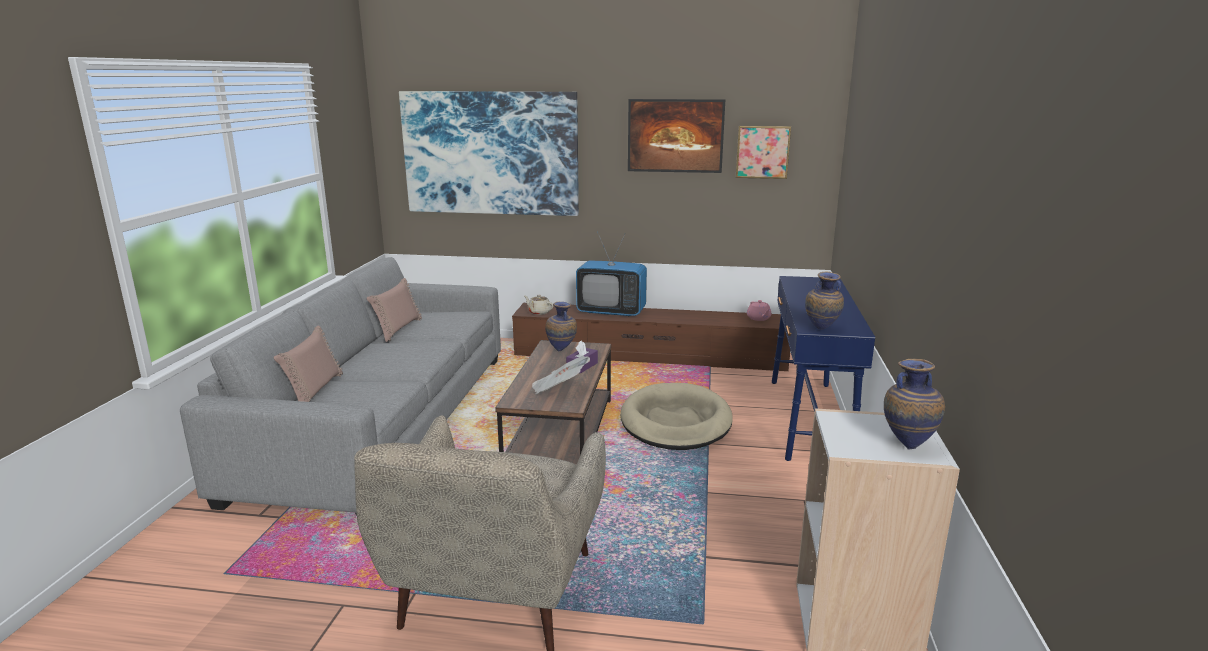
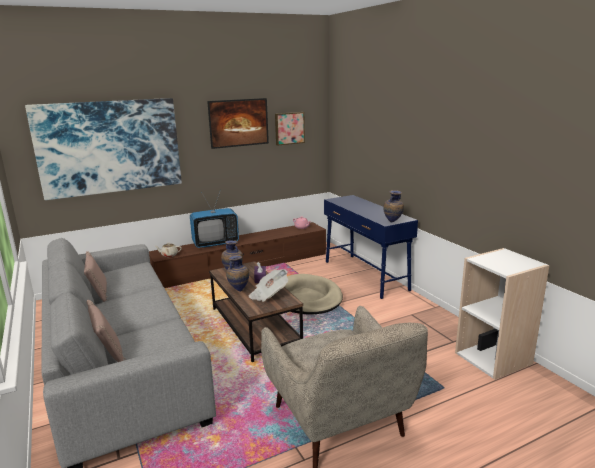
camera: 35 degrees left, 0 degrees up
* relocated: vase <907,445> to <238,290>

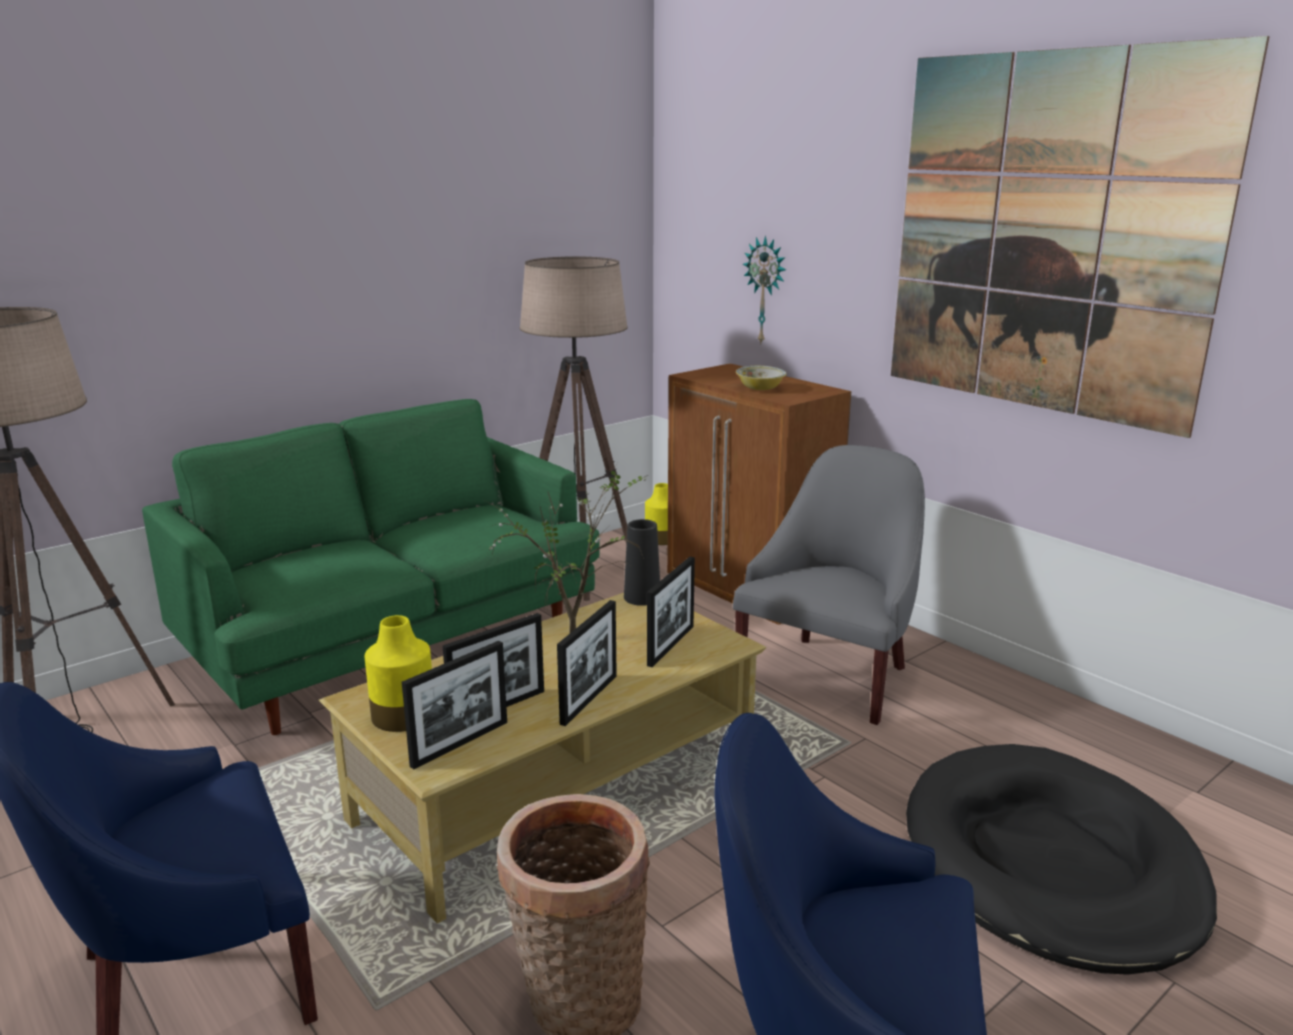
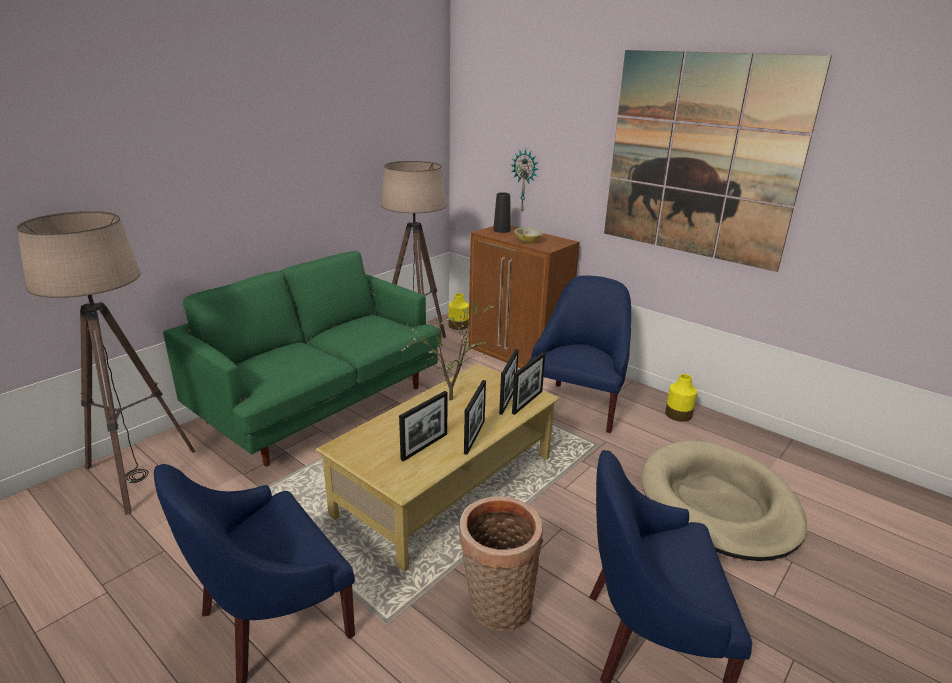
camera: 10 degrees left, 5 degrees up
* relocated: black_vase <642,597> to <501,230>
* relocated: standing_frame <460,744> to <527,402>
* colour: greyish_lounge_chair <830,675> to blue-coloured_lounge_chair <577,405>
* colour: black_pet_bed <1050,863> to beige_pet_bed <718,504>
* relocated: yellowish_vase <404,714> to <678,414>

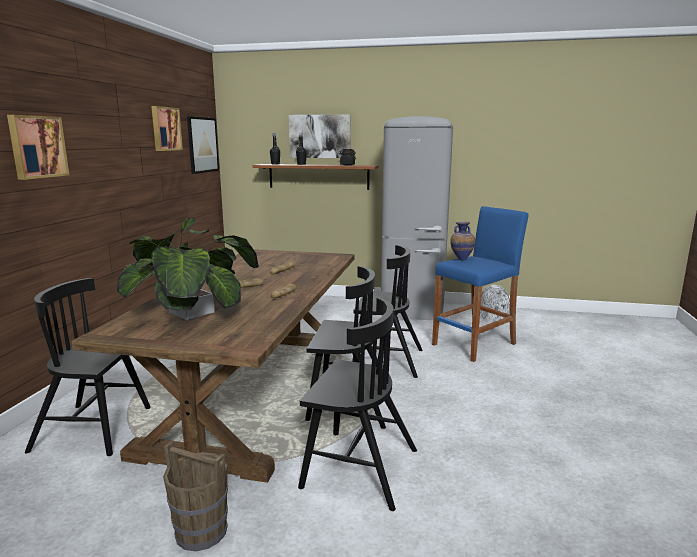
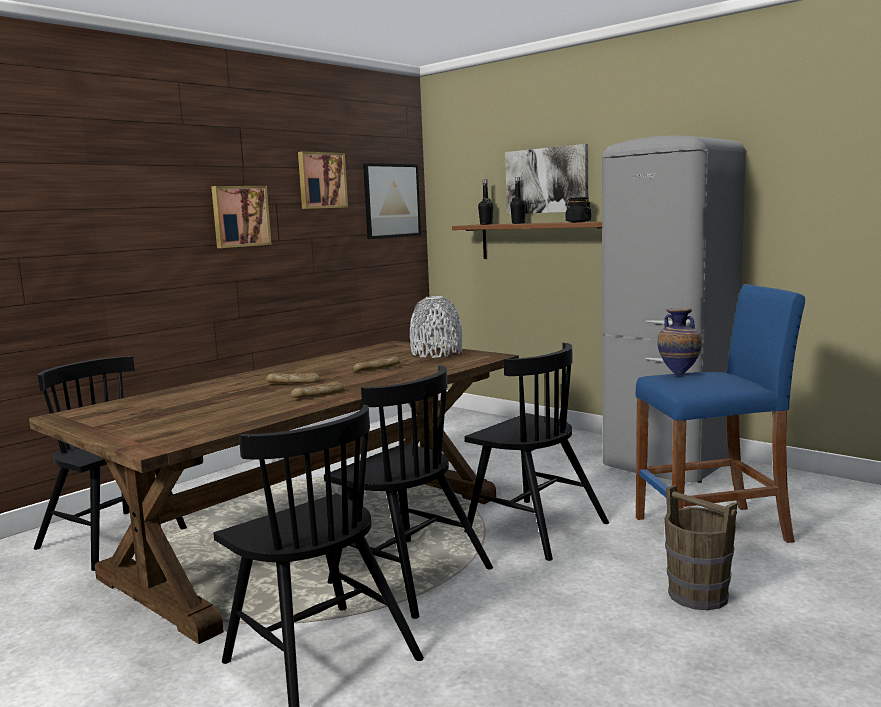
camera: 30 degrees right, 5 degrees down
* relocated: picture <37,147> to <240,216>
* relocated: greyish_vase <493,316> to <436,353>
* relocated: brownish_bucket <201,531> to <697,595>
* missing: potted_plant <191,312>

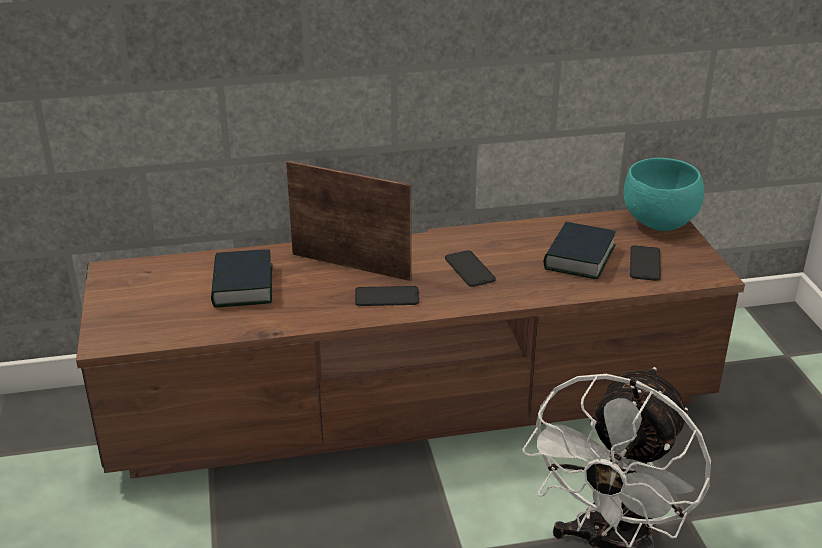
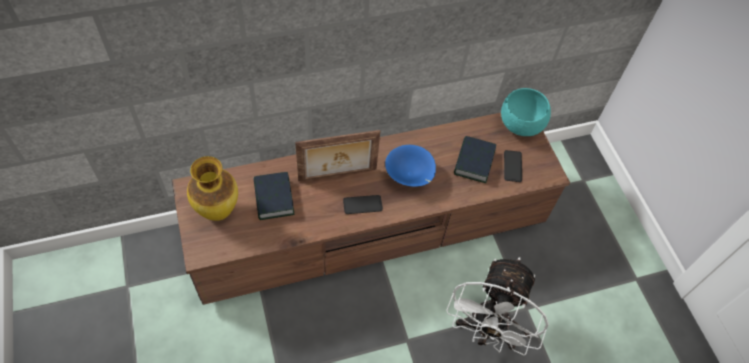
camera: 10 degrees left, 25 degrees up
* appeared: vase <219,211>
* spun: standing_frame <352,265> = <337,175> 150 degrees clockwise
* exchanged: handset <469,269> to blue-coloured_deep_dish <409,176>

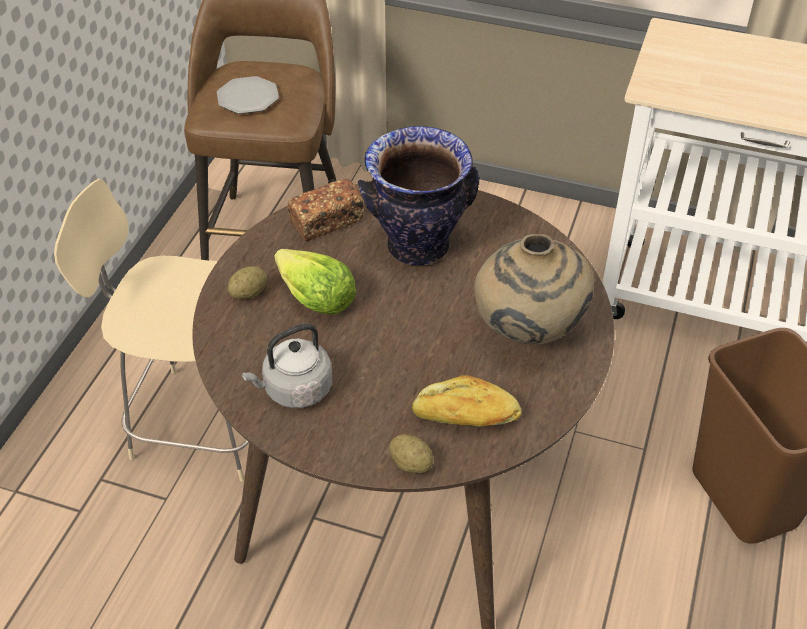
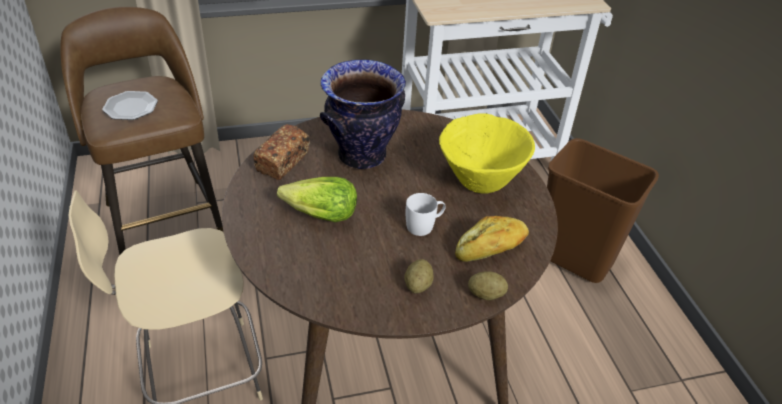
camera: 35 degrees left, 5 degrees down
* relocated: spud <249,293> to <418,285>
* appeared: white_mug <424,225>
* exchanged: beige_vase <527,333> to yellowish_deep_dish <480,182>
* missing: greyish_kettle <294,390>

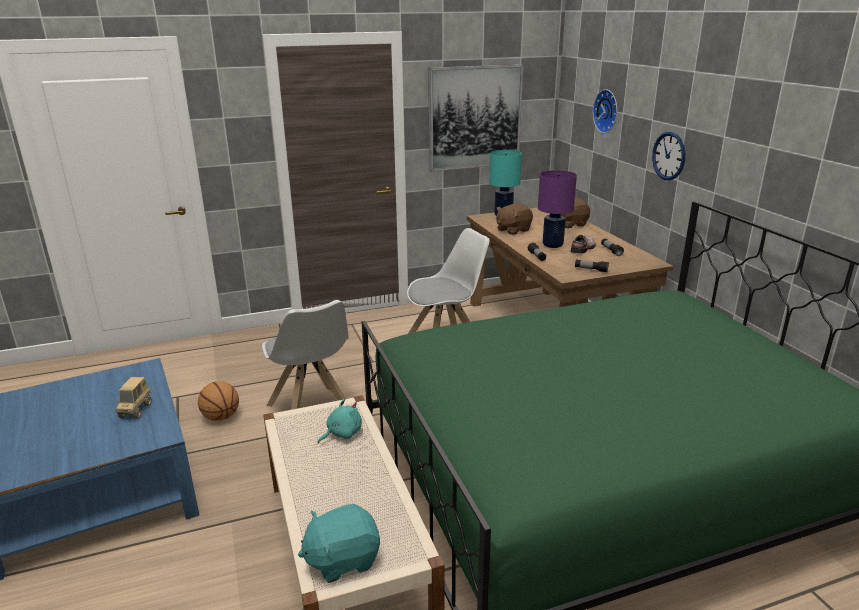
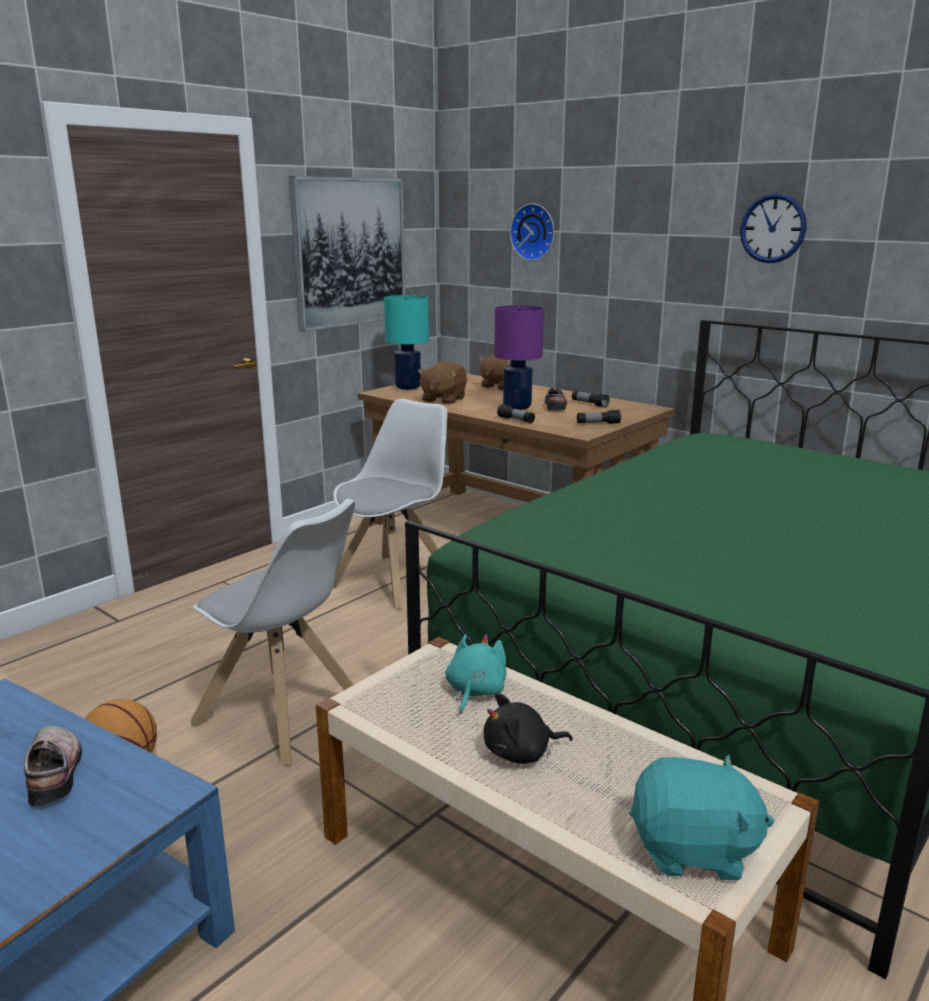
camera: 30 degrees left, 5 degrees down
* exchanged: model_truck <136,410> to low_shoe <56,771>
* appeared: black_plush_toy <521,753>
* spun: turquoise-coloured_plush_toy <342,559> = <693,850> 120 degrees counterclockwise
* relocated: clock_on_the_wall <669,156> to <773,228>

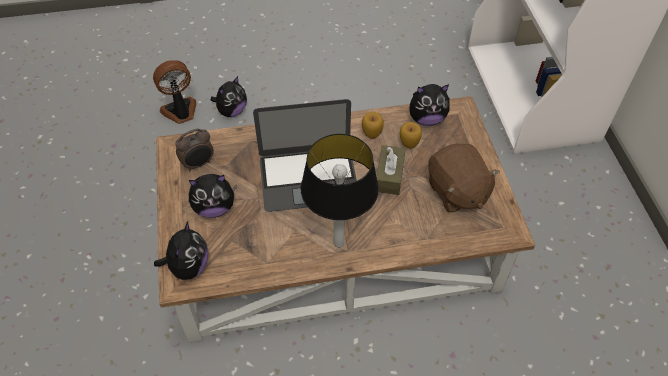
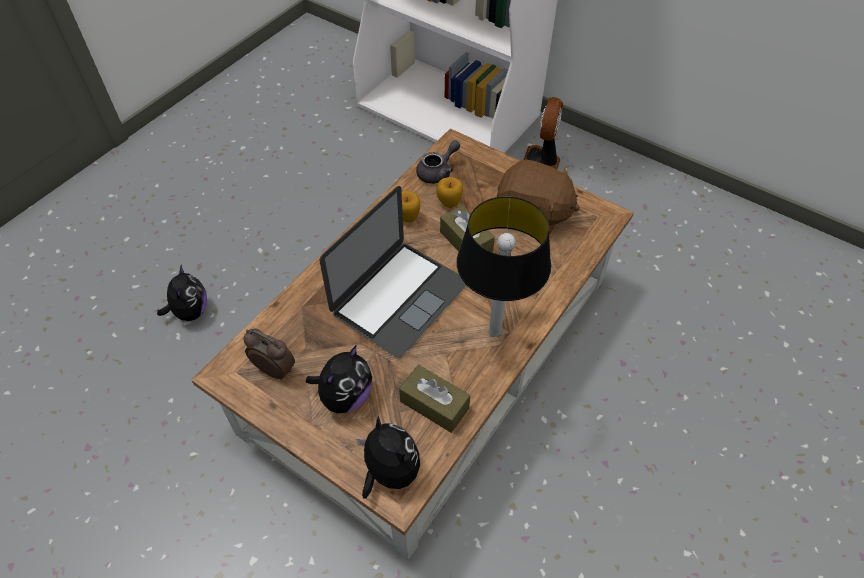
camera: 45 degrees left, 0 degrees up
* spun: alarm_clock <198,164> = <275,369> 75 degrees counterclockwise
* appeared: brownish_box_of_tissues <434,404>
* exchanged: plush_toy <426,119> to greyish_tea_pot <438,172>
* relocated: fan <180,112> to <541,161>

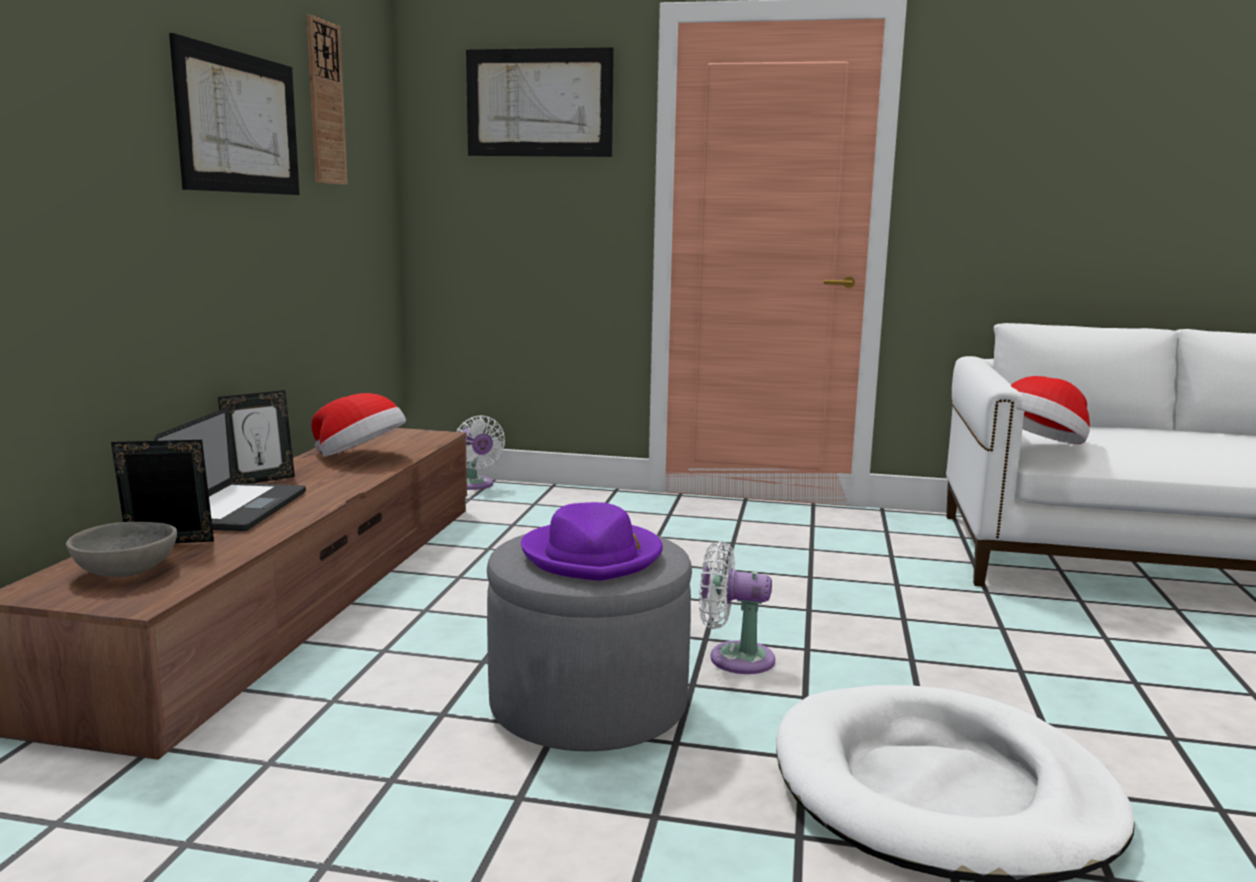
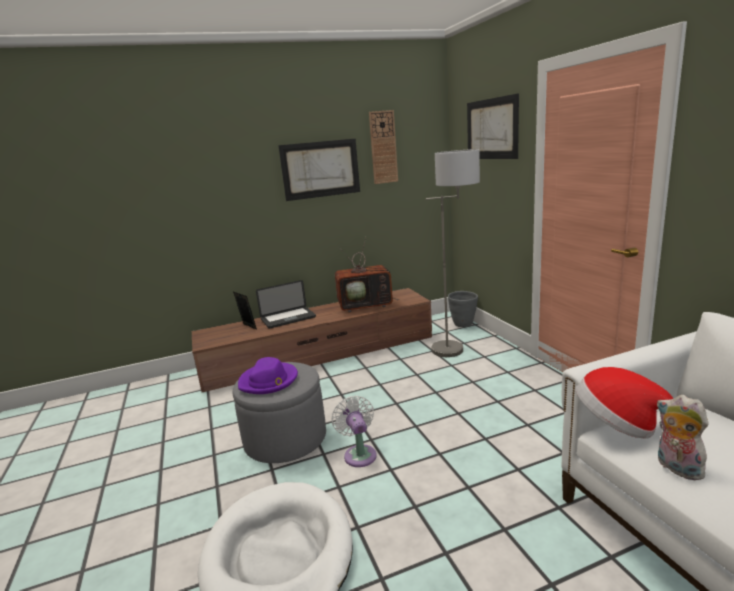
camera: 60 degrees right, 5 degrees up
* exchanged: hat <361,457> to television <366,305>
* appeared: greyish_standing_lamp <457,349>
* exchanged: white_fan <475,485> to greyish_planter <463,324>
* appeared: plush_toy <676,468>
* missing: greyish_deep_dish <128,571>
* missing: standing_frame <260,480>

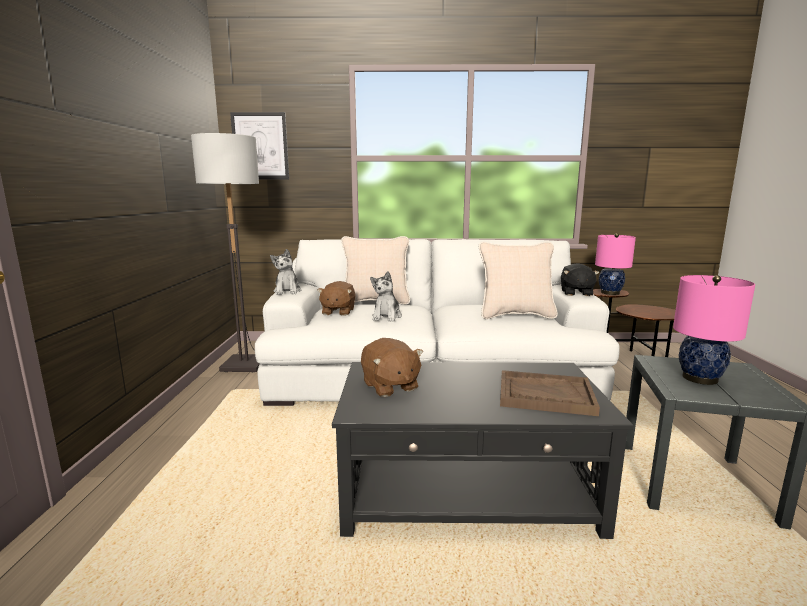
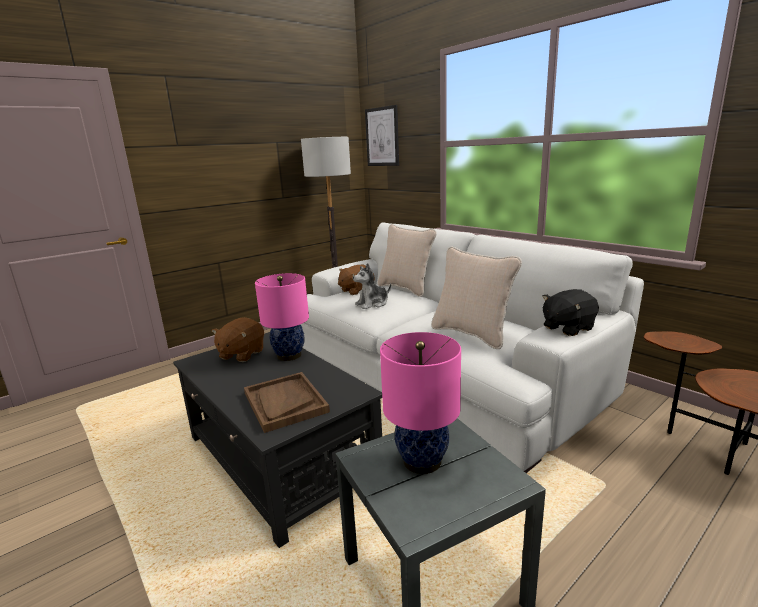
camera: 50 degrees right, 5 degrees up
* relocated: pink-coloured_tabletop_lamp <610,293> to <289,355>
* missing: plush_toy <287,291>

